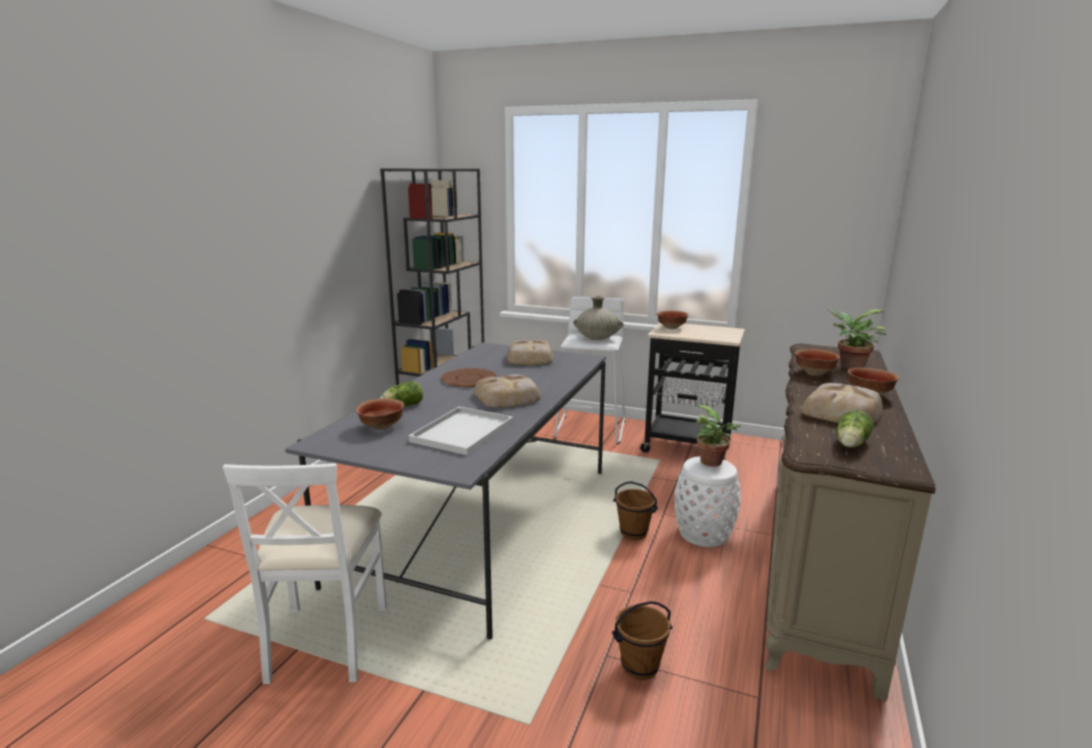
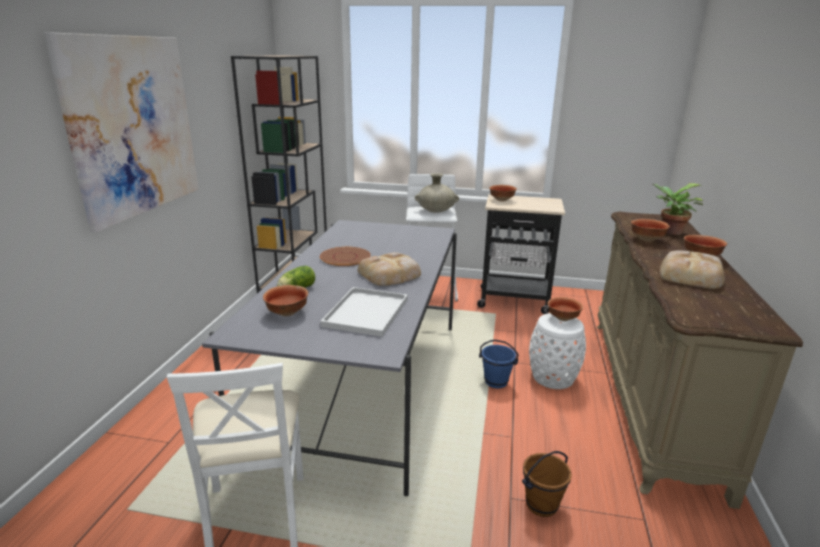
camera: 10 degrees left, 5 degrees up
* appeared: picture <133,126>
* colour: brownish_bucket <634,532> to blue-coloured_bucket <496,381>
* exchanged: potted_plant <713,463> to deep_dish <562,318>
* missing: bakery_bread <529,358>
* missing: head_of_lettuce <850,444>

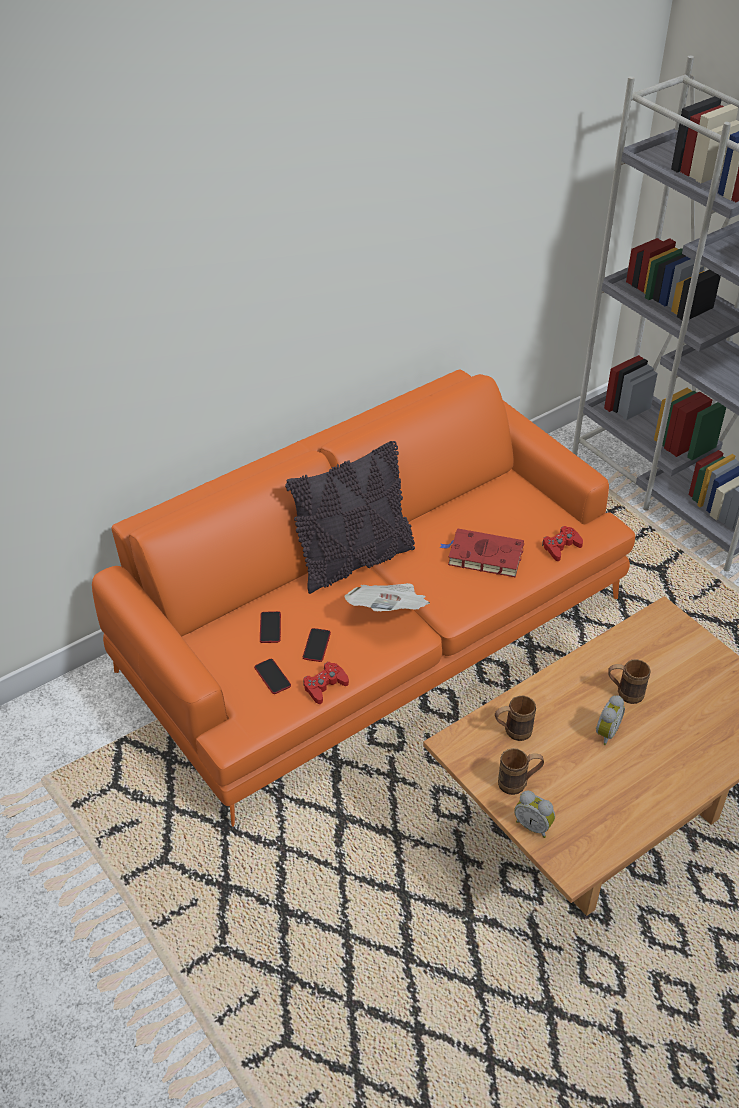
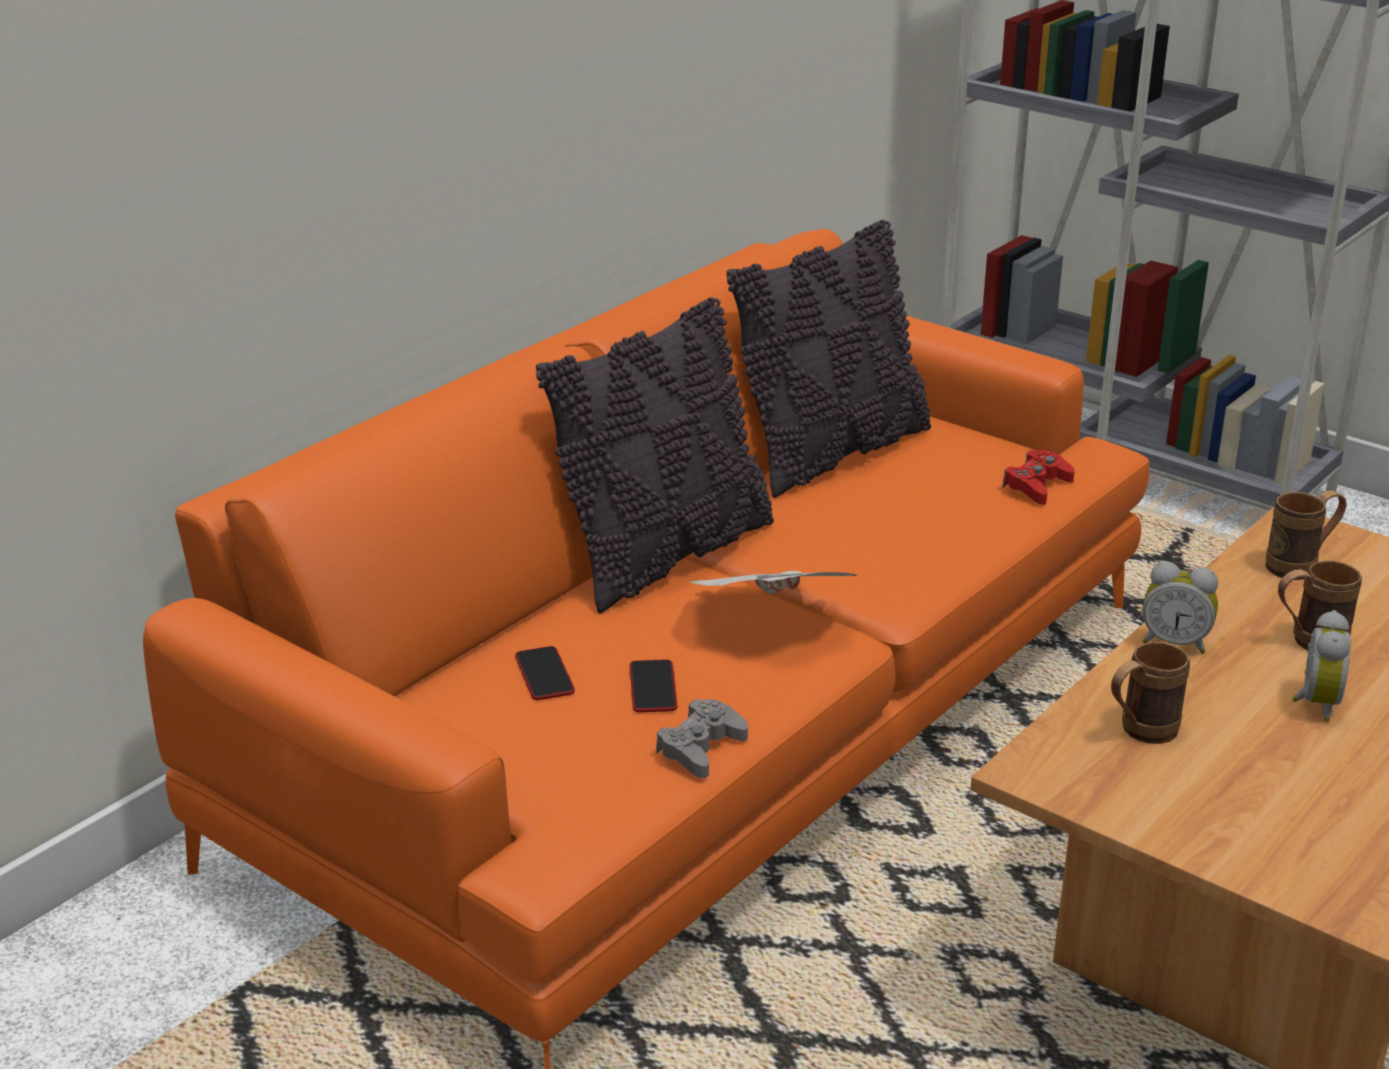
camera: 15 degrees left, 15 degrees down
* colour: reddish_joypad <325,686> to greyish_joypad <701,748>
* appeared: black_pillow <831,452>
* relocated: alarm_clock <533,825> to <1174,642>
* relocated: brownish_mug <518,783> to <1301,566>
* missing: handset <272,677>
* missing: reddish_bound_book <483,556>

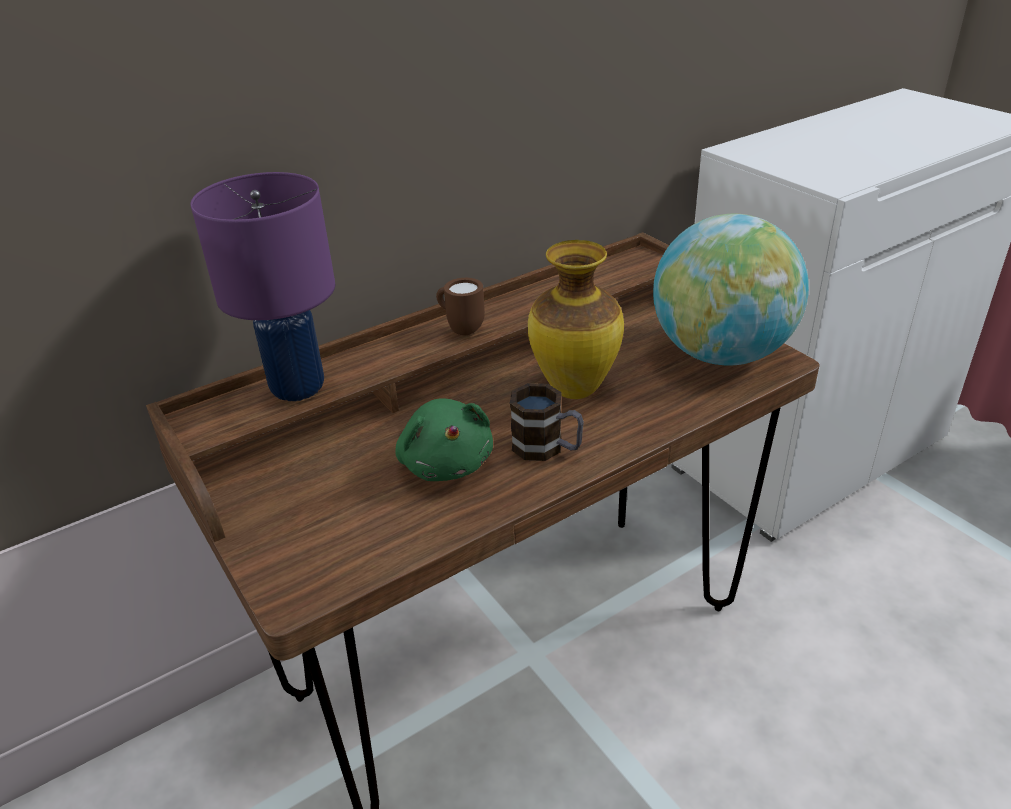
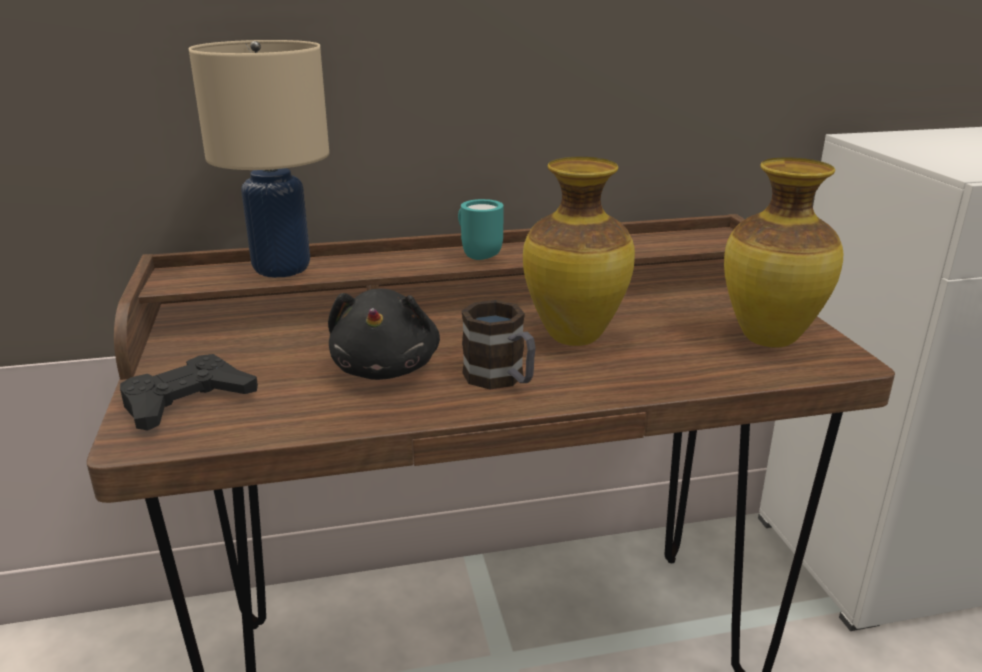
camera: 20 degrees right, 10 degrees down
* appeared: black_joypad <187,402>
* colour: purple_tabletop_lamp <300,389> to beige_tabletop_lamp <283,270>
* colour: greenish_plush_toy <446,463> to black_plush_toy <386,368>
* colour: brownish_mug <461,328> to turquoise-coloured_mug <477,255>
* exchanged: desk_globe <721,353> to vase <770,340>

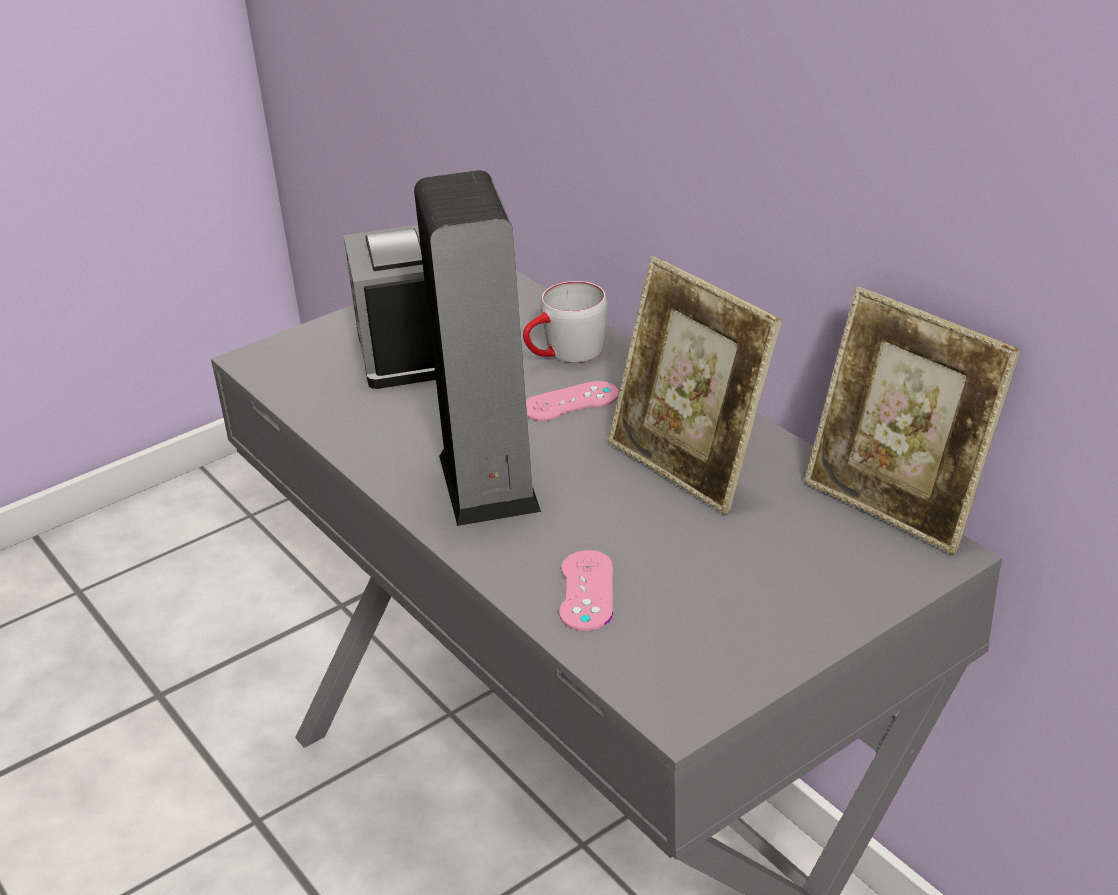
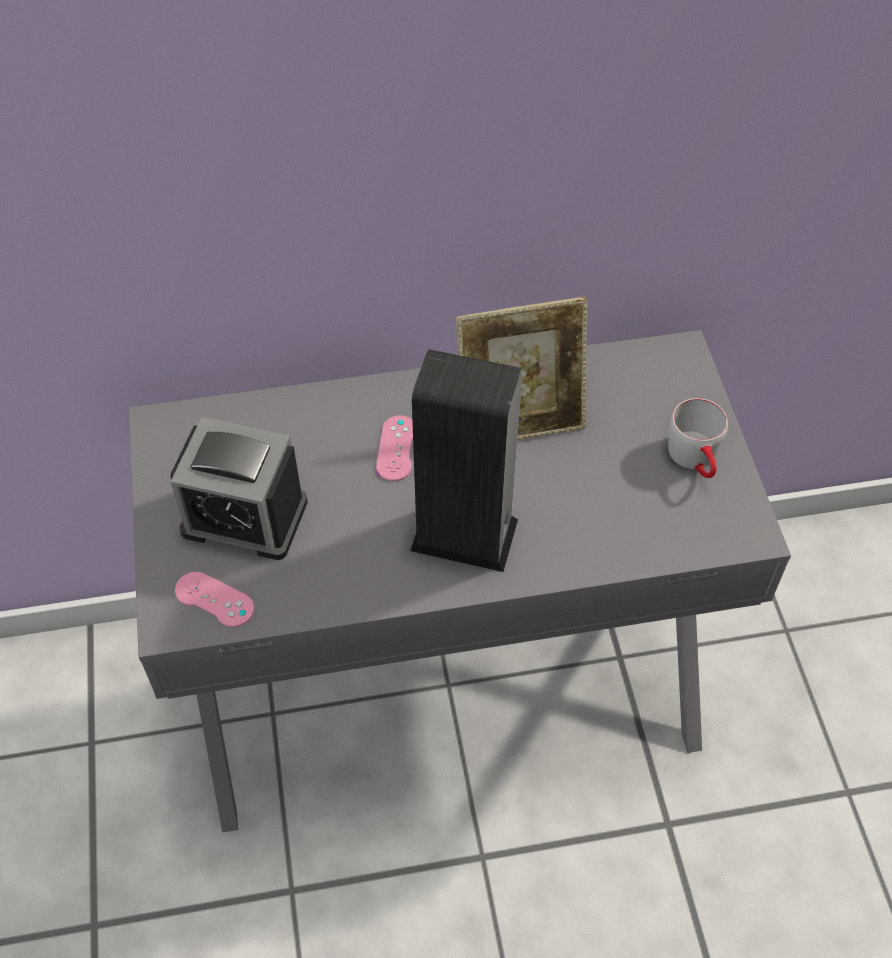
camera: 65 degrees left, 20 degrees up
* relocated: pink-coloured_joypad <586,591> to <214,599>
* relocated: greyish_mug <565,354> to <696,460>
* missing: standing_frame <897,503>

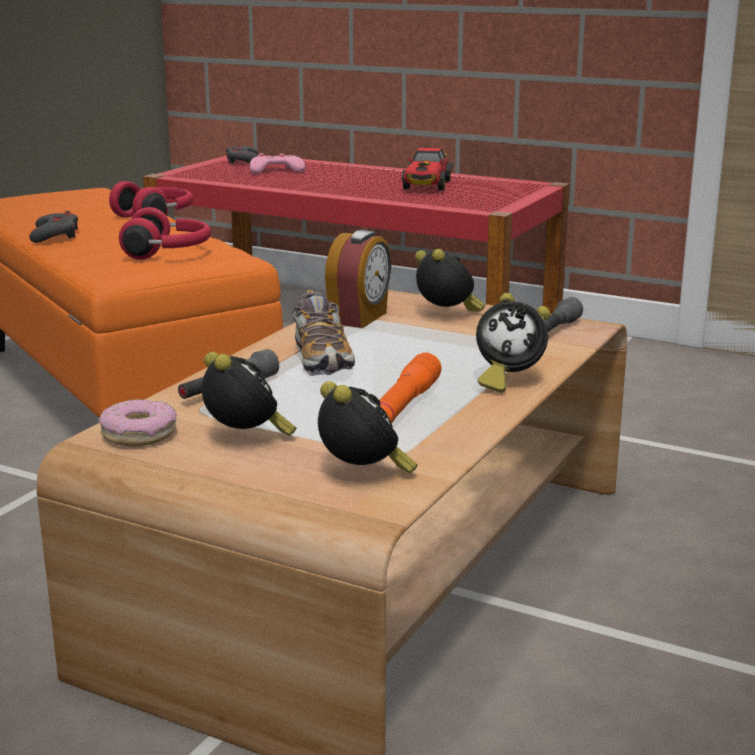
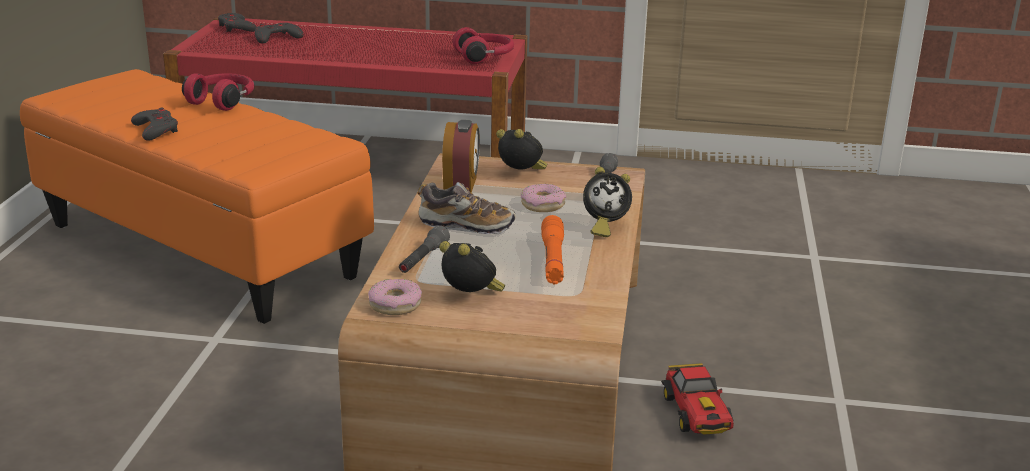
camera: 20 degrees left, 5 degrees up
* colour: pink-coloured_joypad <276,170> to greyish_joypad <276,38>
* spun: low_shoe <322,360> = <466,226> 45 degrees counterclockwise
* relocated: reddish_pair_of_headphones <168,252> to <485,57>
* appeared: ring_doughnut <542,205>
* relocated: toy_car <426,186> to <697,415>
* missing: alarm_clock <363,475>

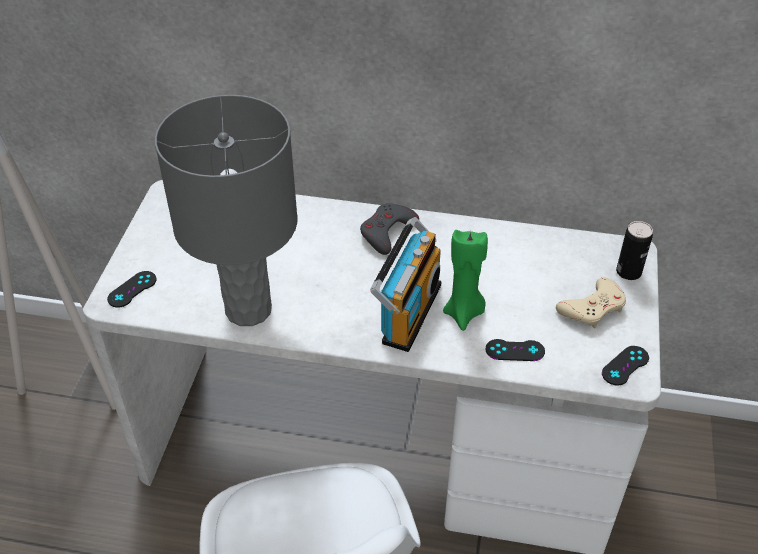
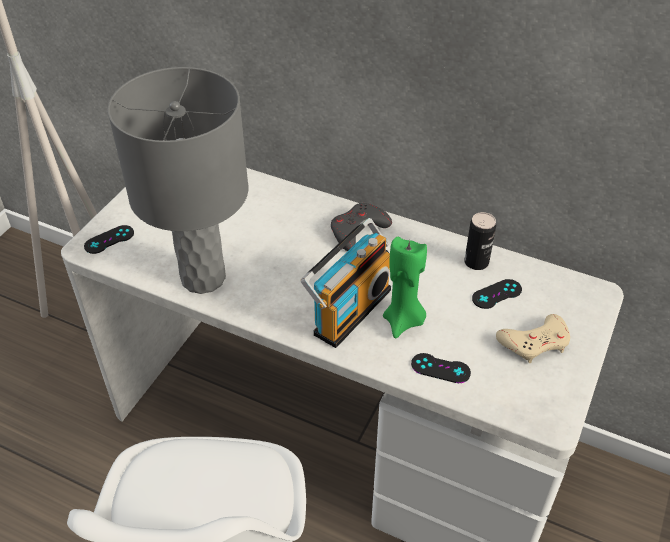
camera: 15 degrees right, 0 degrees up
* relocated: sealed_can <628,272> to <476,262>
* relocated: black_joypad <625,365> to <497,294>

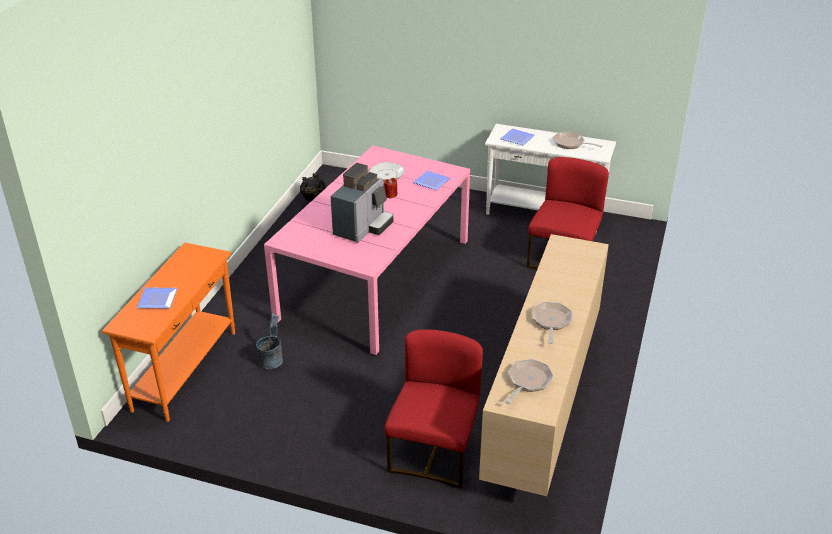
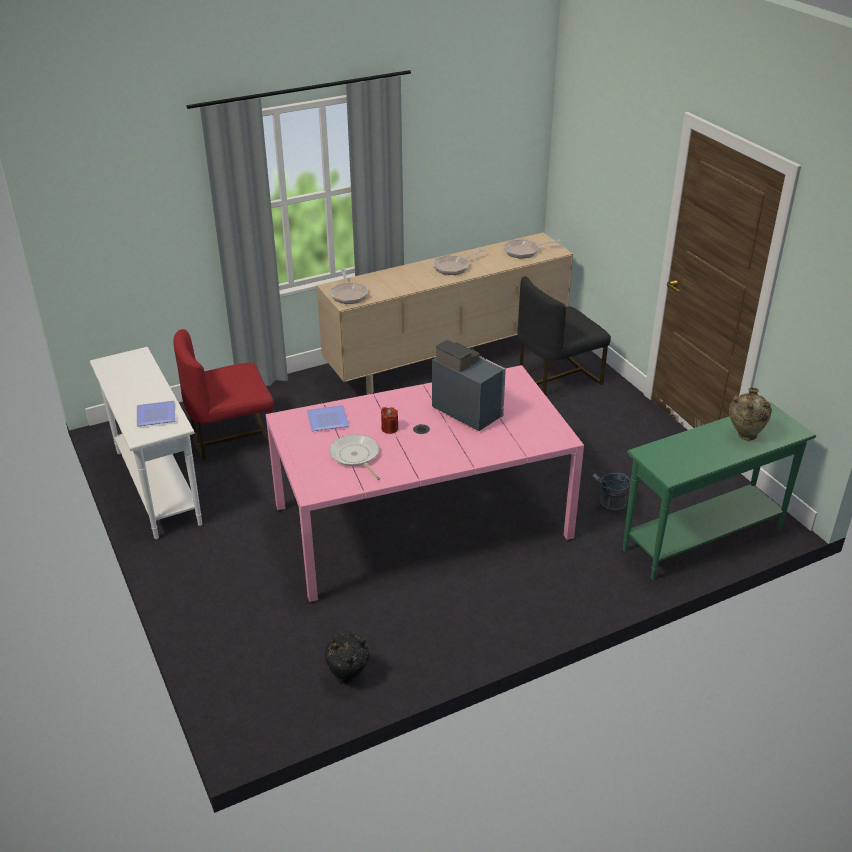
camera: 135 degrees left, 0 degrees up
* relocated: skillet <571,144> to <348,294>
* spun: coffee_machine <363,227> = <467,410> 60 degrees clockwise
* colour: reddish_upright_chair <434,452> to black_upright_chair <557,377>
* colour: orange-coloured_narrow_table <184,370> to greenish_narrow_table <702,540>
* exchanged: dinner_plate <156,300> to beige_vase <744,436>

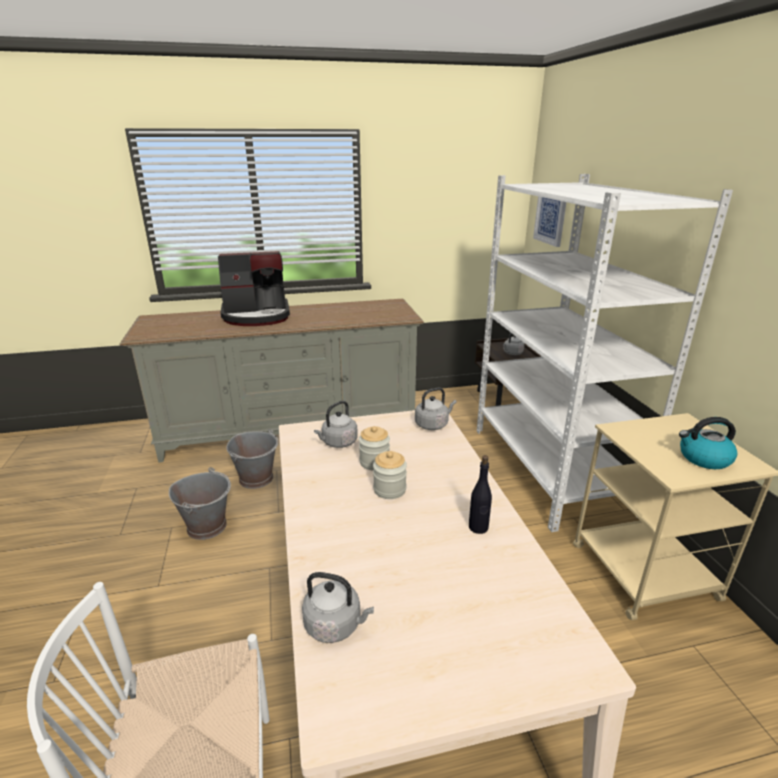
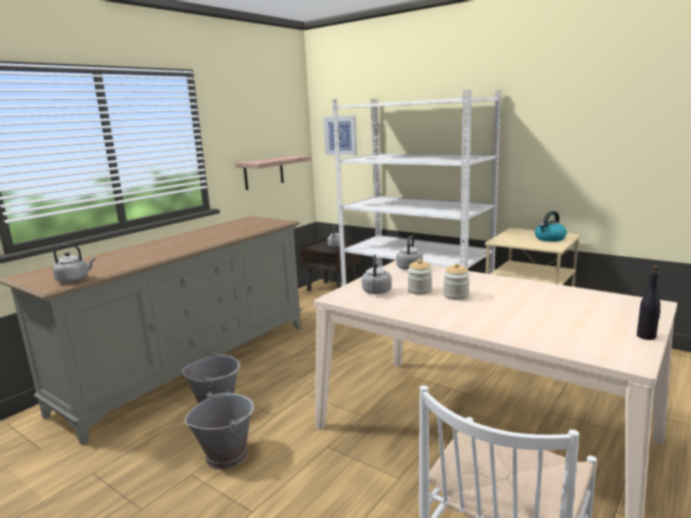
camera: 40 degrees left, 10 degrees down
* relocated: greyish_kettle <336,625> to <75,280>
* appeared: wall_shelf <263,172>
* relocated: black_drink_bottle <478,527> to <646,336>
* missing: coffee_machine <257,316>

